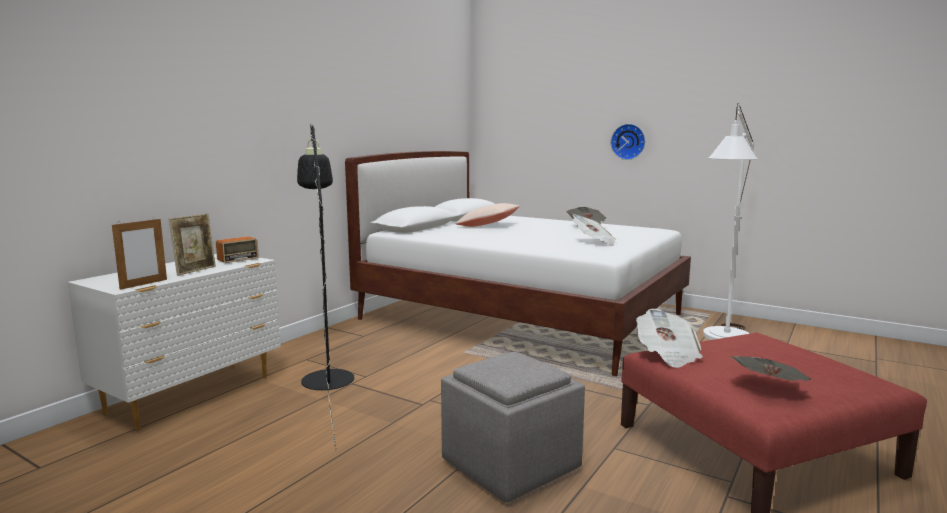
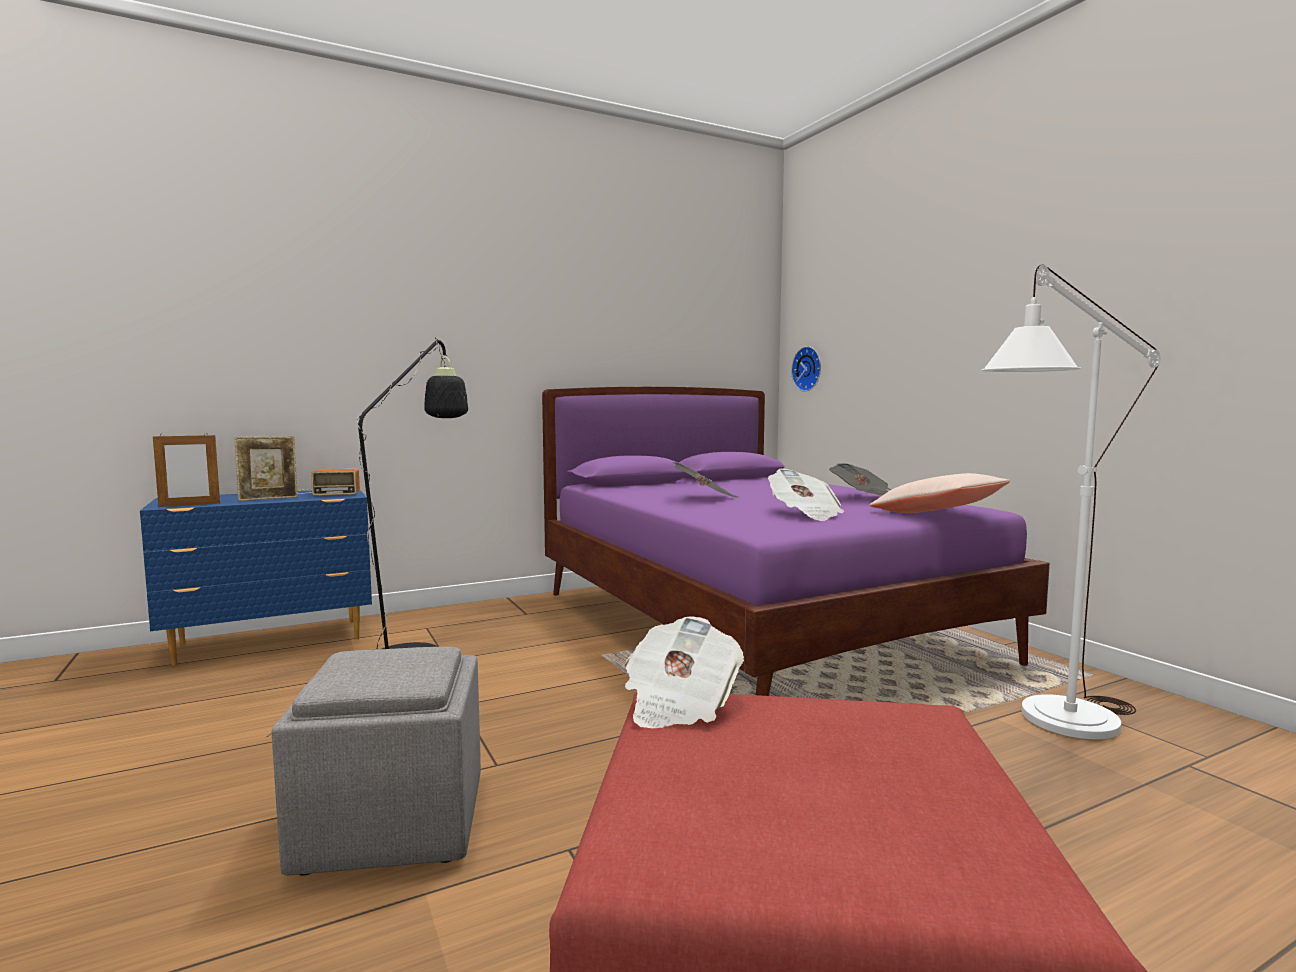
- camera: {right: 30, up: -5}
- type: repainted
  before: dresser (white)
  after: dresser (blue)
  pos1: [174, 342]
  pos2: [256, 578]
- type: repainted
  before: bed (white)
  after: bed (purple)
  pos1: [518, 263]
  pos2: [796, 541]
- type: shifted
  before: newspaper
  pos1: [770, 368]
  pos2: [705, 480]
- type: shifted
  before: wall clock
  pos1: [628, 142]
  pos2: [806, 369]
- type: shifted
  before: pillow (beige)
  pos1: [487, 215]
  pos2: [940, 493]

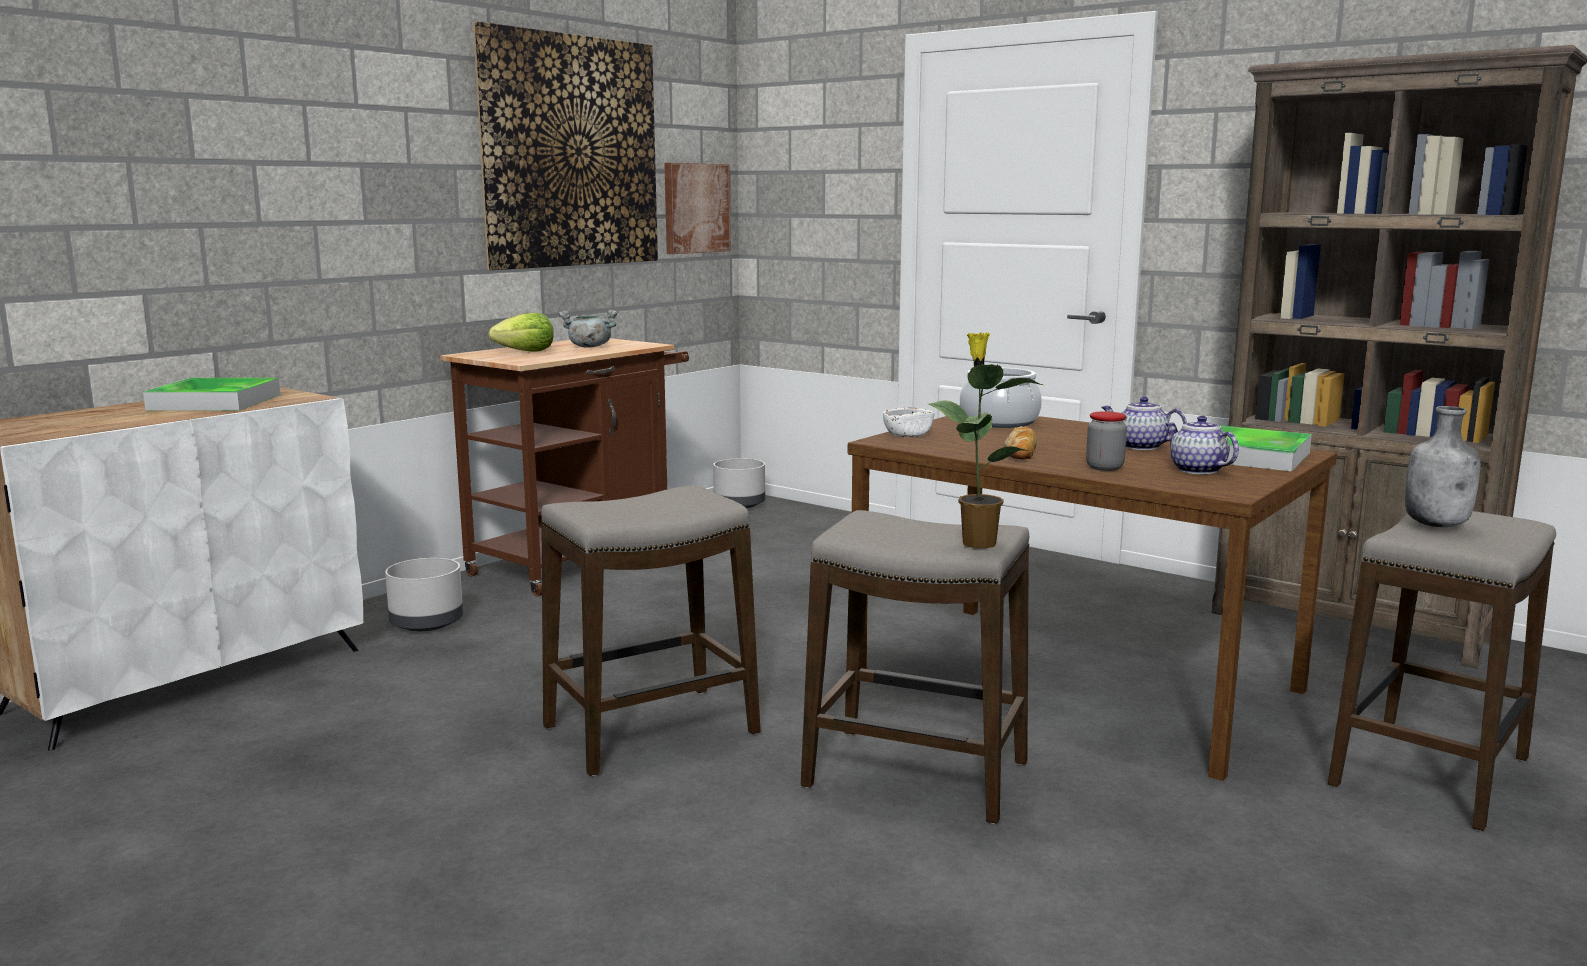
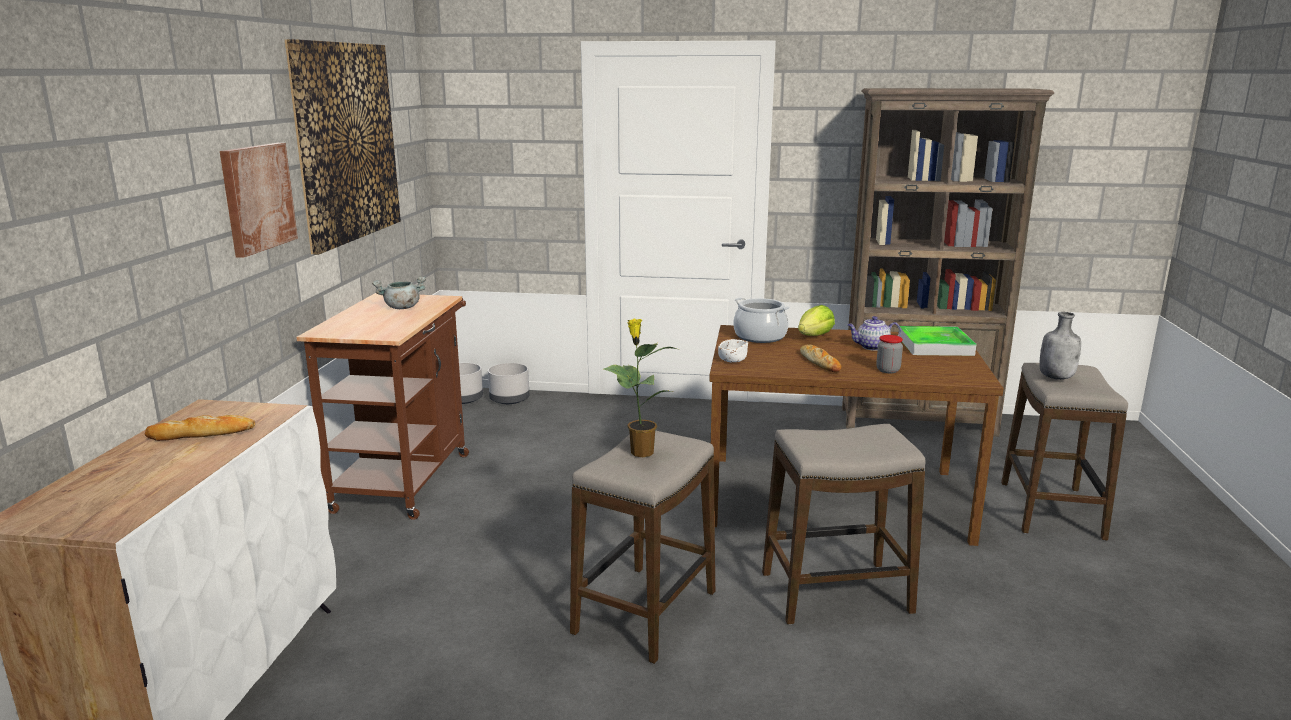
- camera: {right: -30, up: 5}
- type: swapped
  before: tray
  after: bread
  pos1: [211, 394]
  pos2: [200, 428]
- type: shifted
  before: picture
  pos1: [697, 208]
  pos2: [259, 200]
- type: shifted
  before: planter (grey)
  pos1: [424, 594]
  pos2: [508, 383]
- type: shifted
  before: potted plant
  pos1: [985, 440]
  pos2: [640, 388]
- type: shifted
  before: lettuce
  pos1: [521, 332]
  pos2: [816, 320]
- type: gone
  before: teapot
  pos1: [1202, 445]

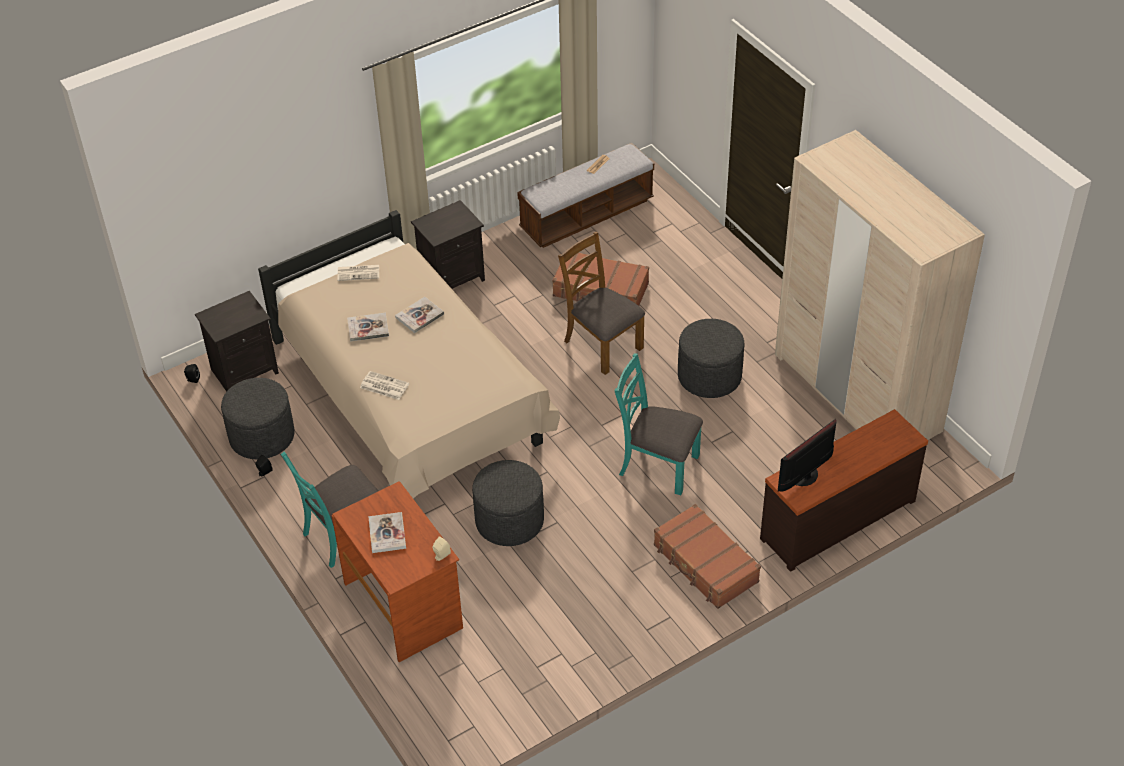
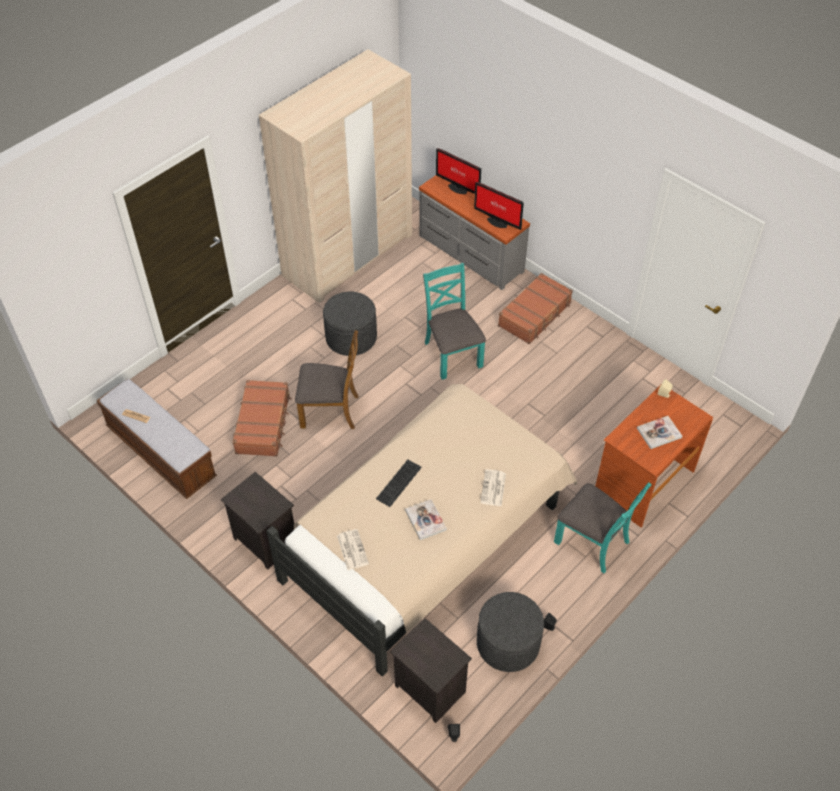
- camera: {right: -105, up: 5}
- type: rotated
  before: chair (brown)
  pos1: [601, 303]
  pos2: [326, 379]
  turn: -120
- type: swapped
  before: book
  after: keyboard
  pos1: [419, 315]
  pos2: [399, 483]
- type: repainted
  before: dresser (brown)
  after: dresser (grey)
  pos1: [844, 490]
  pos2: [474, 232]
- type: rotated
  before: chair (turquoise)
  pos1: [658, 424]
  pos2: [454, 321]
  turn: 150
- type: new
  after: monitor
  pos2: [458, 171]
- type: gone
  before: ottoman (grey)
  pos1: [508, 503]

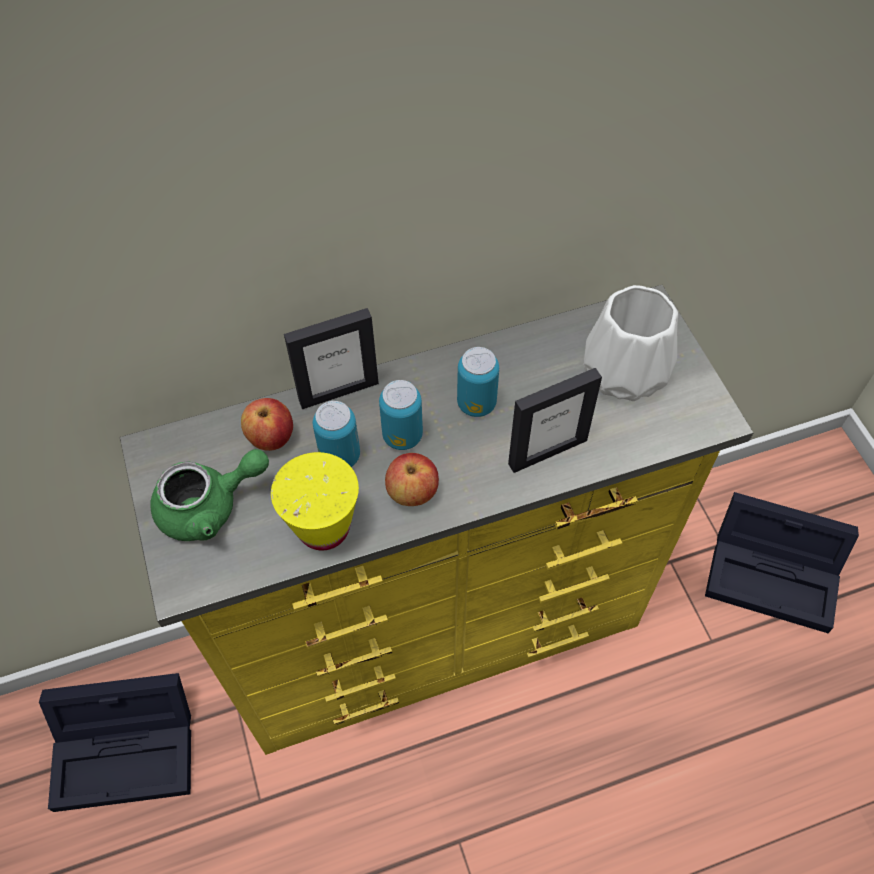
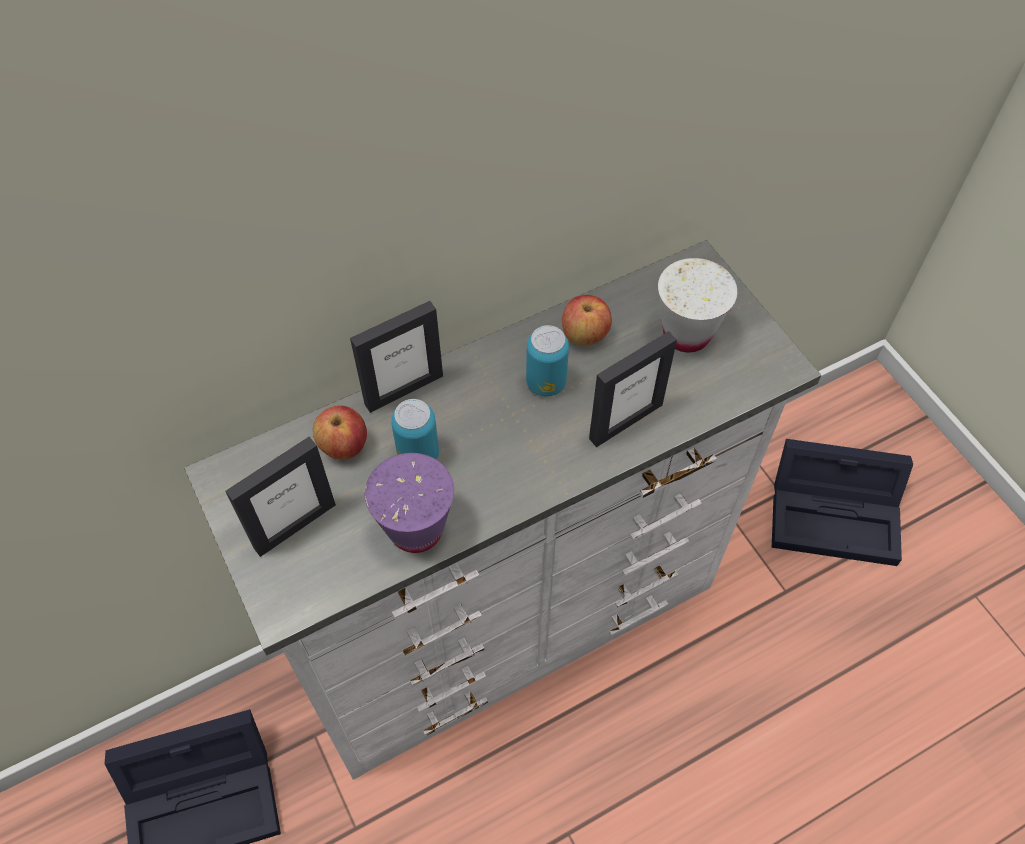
- camera: {right: -10, up: 0}
- type: repainted
  before: dresser (yellow)
  after: dresser (white)
  pos1: [436, 520]
  pos2: [502, 510]
- type: swapped
  before: teapot (green)
  after: picture frame
  pos1: [209, 495]
  pos2: [280, 497]
- type: repainted
  before: cup (yellow)
  after: cup (purple)
  pos1: [315, 501]
  pos2: [409, 503]
- type: shifted
  before: apple
  pos1: [412, 479]
  pos2: [587, 320]
- type: swapped
  before: vase (white)
  after: cup (white)
  pos1: [630, 343]
  pos2: [697, 305]
- type: gone
  before: can
  pos1: [401, 415]

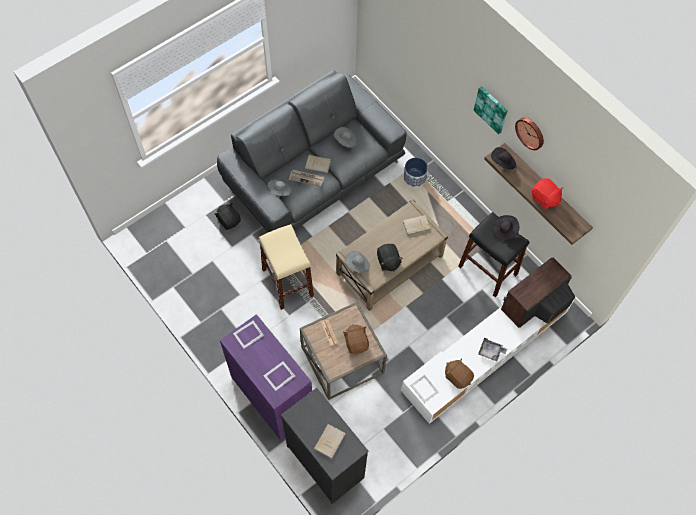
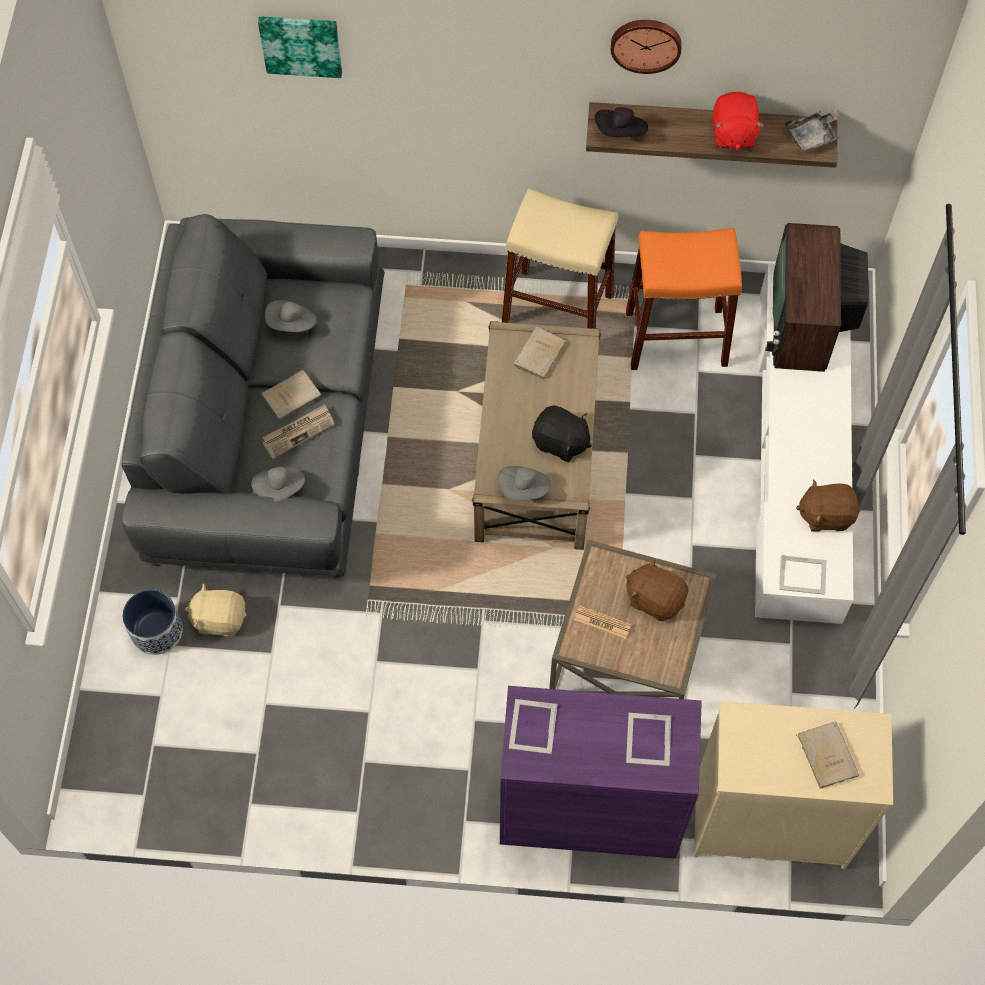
- camera: {right: -45, up: 0}
- type: shifted
  before: planter
  pos1: [416, 172]
  pos2: [152, 622]
- type: repainted
  before: plush toy (black)
  after: plush toy (beige)
  pos1: [228, 216]
  pos2: [216, 610]
- type: shifted
  before: picture
  pos1: [491, 110]
  pos2: [300, 47]
- type: shifted
  before: stool (beige)
  pos1: [286, 267]
  pos2: [560, 258]
- type: repainted
  before: stool (black)
  after: stool (orange)
  pos1: [493, 254]
  pos2: [684, 299]
- type: repainted
  before: dresser (black)
  after: dresser (beige)
  pos1: [325, 446]
  pos2: [793, 785]
- type: rotated
  before: plush toy (red)
  pos1: [547, 193]
  pos2: [738, 121]
  turn: 90
- type: shifted
  before: tray (grey)
  pos1: [492, 349]
  pos2: [812, 131]
- type: gone
  before: hat (black)
  pos1: [505, 228]

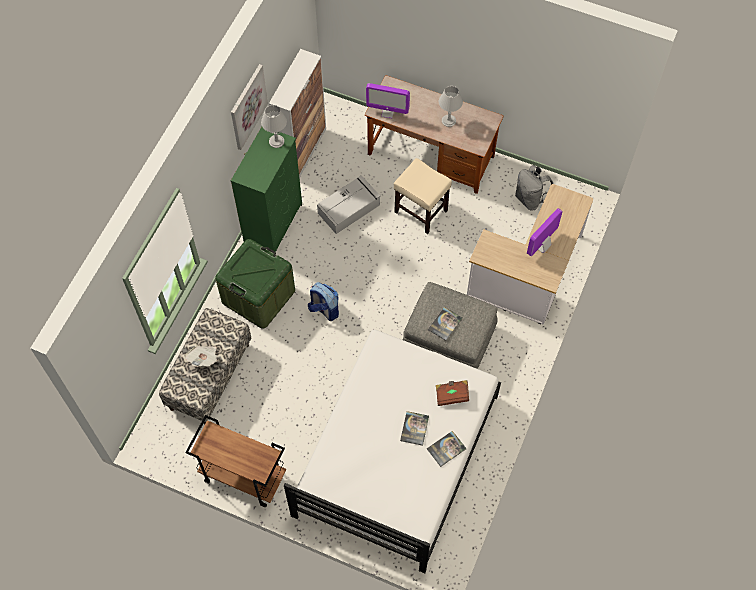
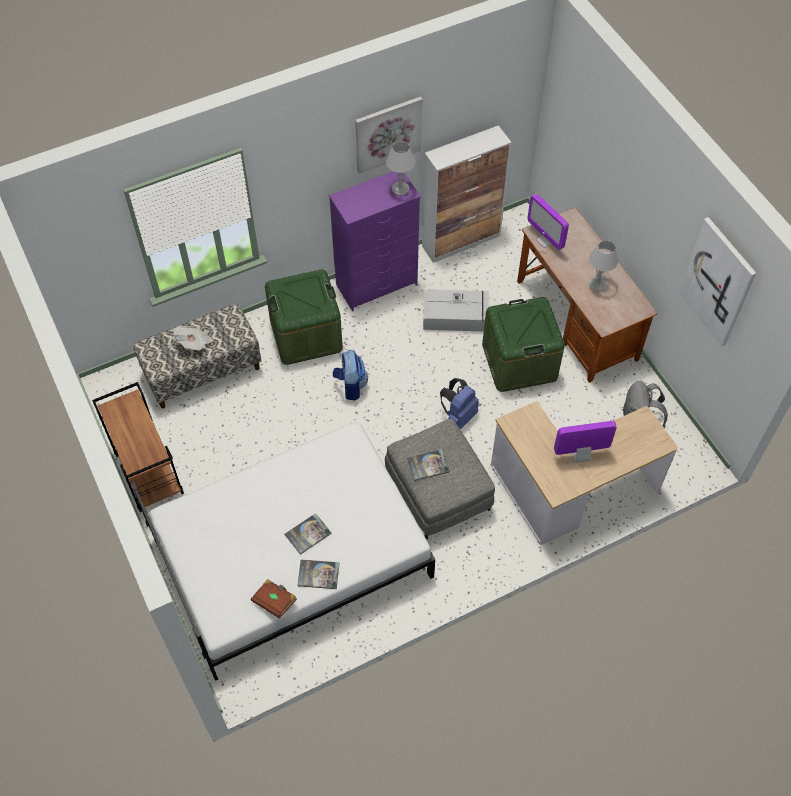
- camera: {right: 40, up: -5}
- type: shifted
  before: book (brown)
  pos1: [452, 393]
  pos2: [274, 598]
- type: repainted
  before: dresser (green)
  after: dresser (purple)
  pos1: [266, 190]
  pos2: [375, 241]
- type: new
  after: backpack (blue)
  pos2: [459, 403]
- type: swapped
  before: stool (beige)
  after: storage box (green)
  pos1: [423, 196]
  pos2: [523, 344]
- type: new
  after: picture
  pos2: [717, 282]

